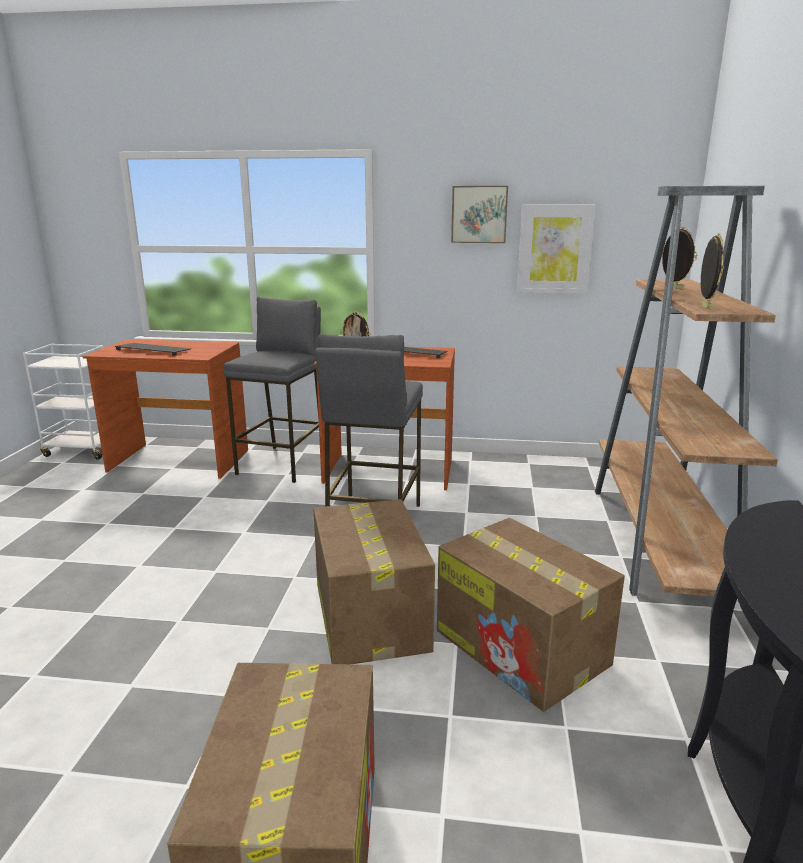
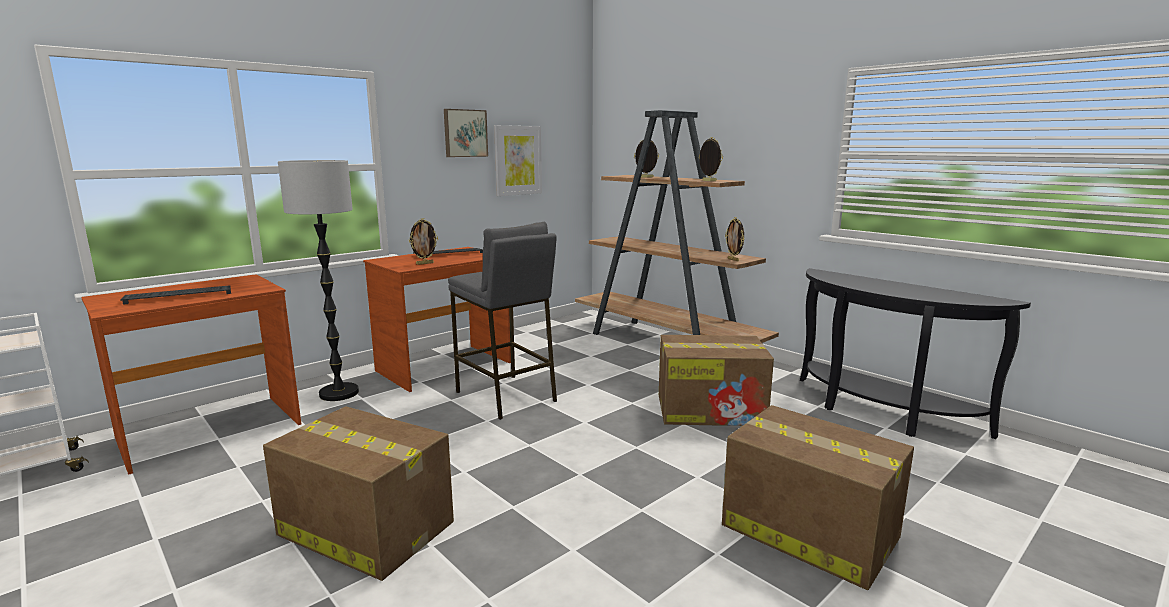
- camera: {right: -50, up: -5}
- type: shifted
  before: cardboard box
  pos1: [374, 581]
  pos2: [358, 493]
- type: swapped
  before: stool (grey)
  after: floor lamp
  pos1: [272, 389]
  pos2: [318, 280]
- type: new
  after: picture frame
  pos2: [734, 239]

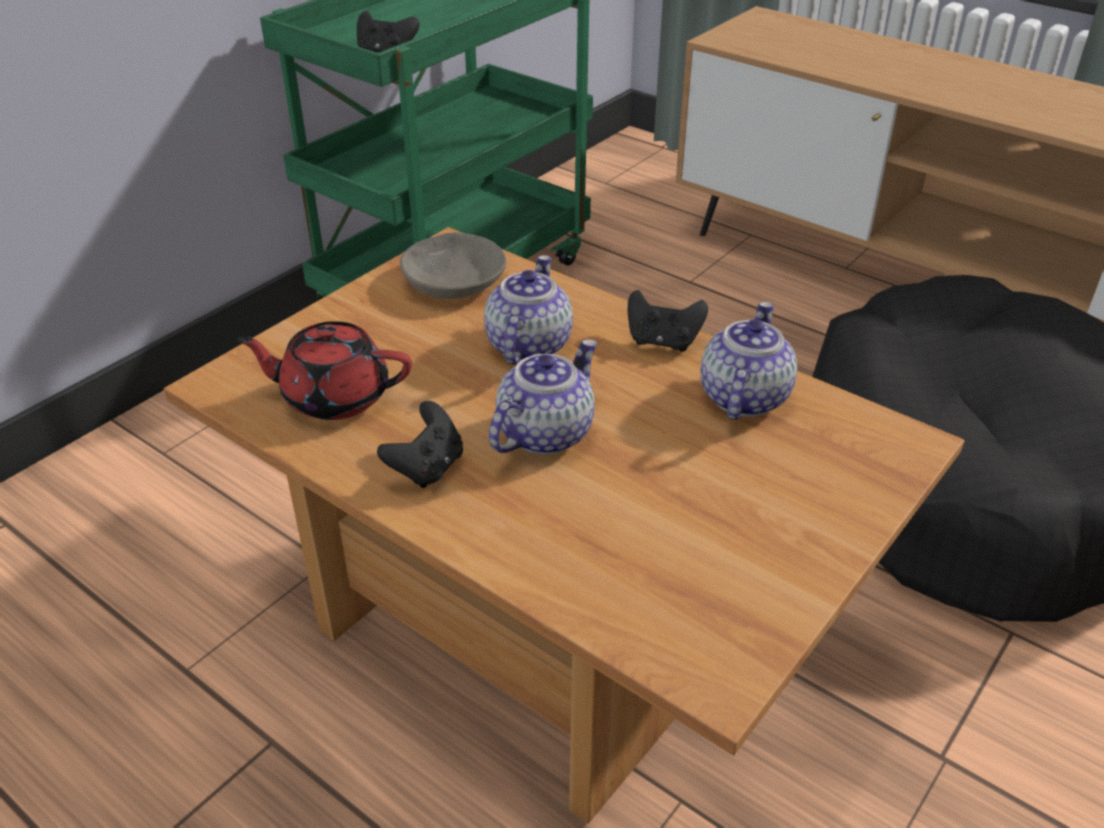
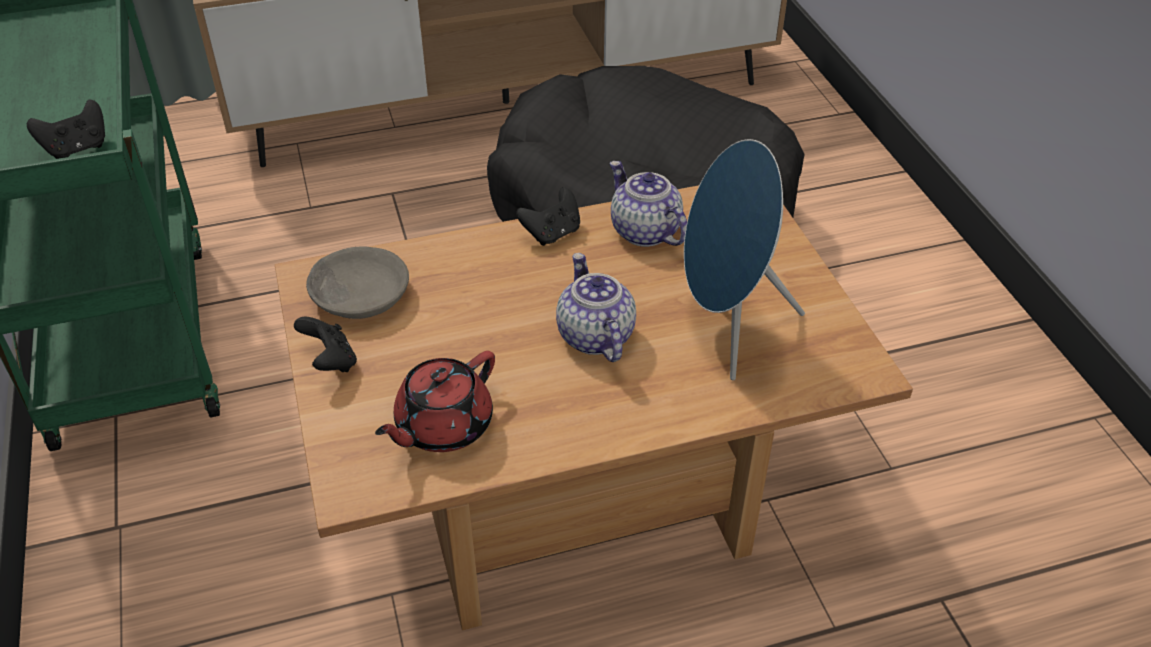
- camera: {right: -55, up: 5}
- type: shifted
  before: game controller (black)
  pos1: [420, 444]
  pos2: [325, 344]
- type: new
  after: speaker (blue)
  pos2: [744, 259]
- type: gone
  before: teapot
  pos1: [528, 309]

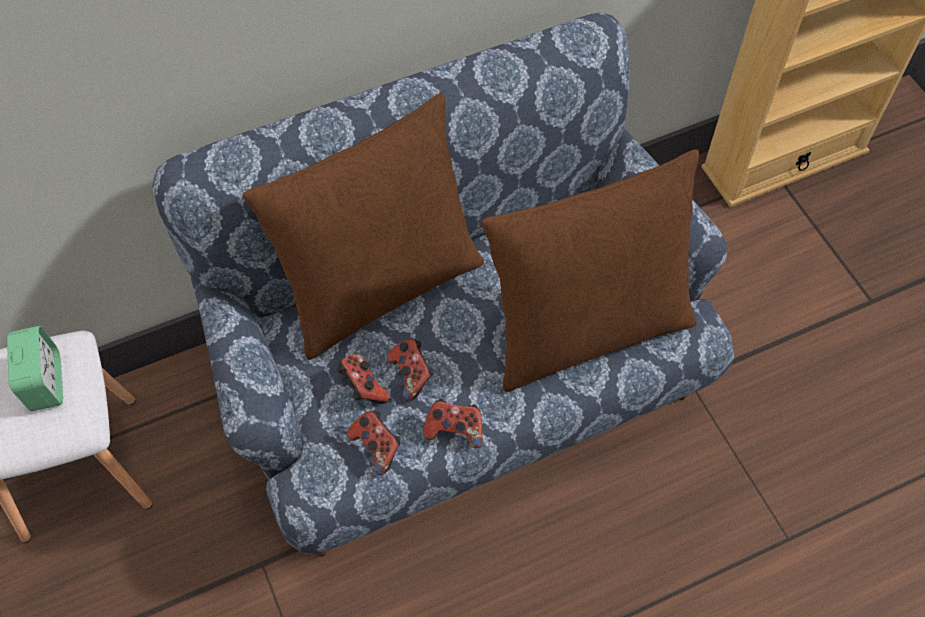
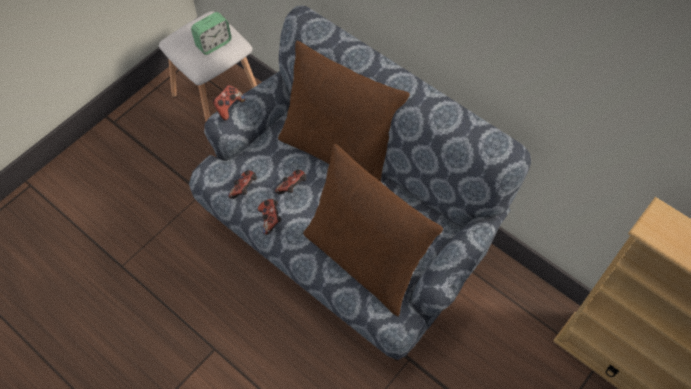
- camera: {right: 65, up: 0}
- type: shifted
  before: game controller
  pos1: [363, 379]
  pos2: [228, 103]

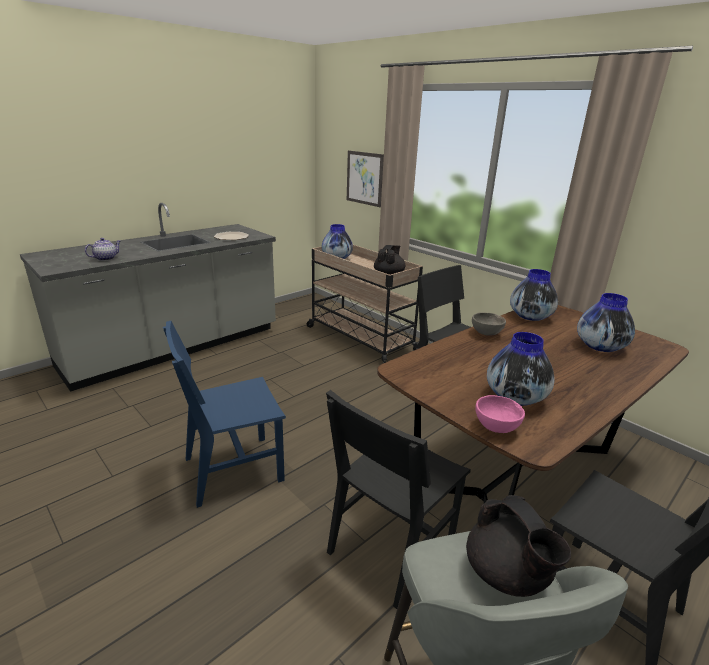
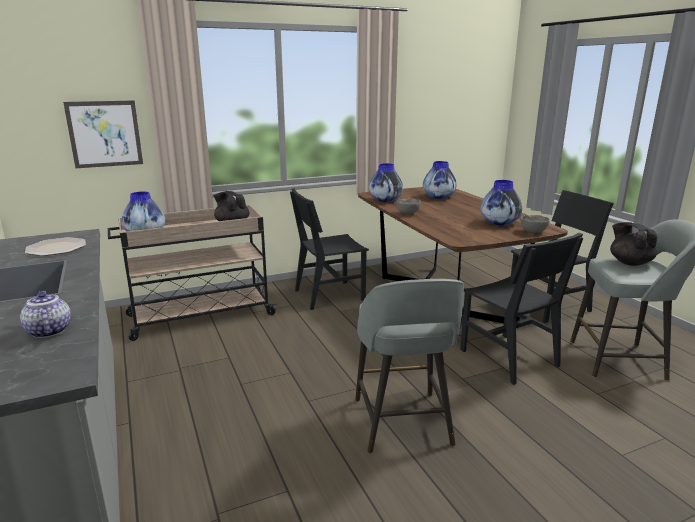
- camera: {right: -70, up: -5}
- type: swapped
  before: chair (blue)
  after: stool (grey)
  pos1: [224, 414]
  pos2: [409, 366]
- type: repainted
  before: bowl (pink)
  after: bowl (grey)
  pos1: [500, 414]
  pos2: [535, 224]
- type: rotated
  before: teapot (black)
  pos1: [518, 546]
  pos2: [633, 244]
  turn: -105

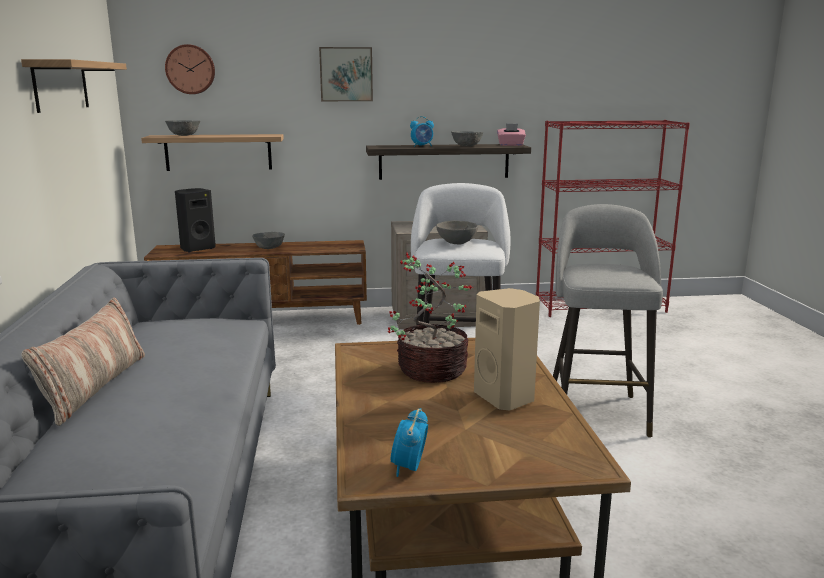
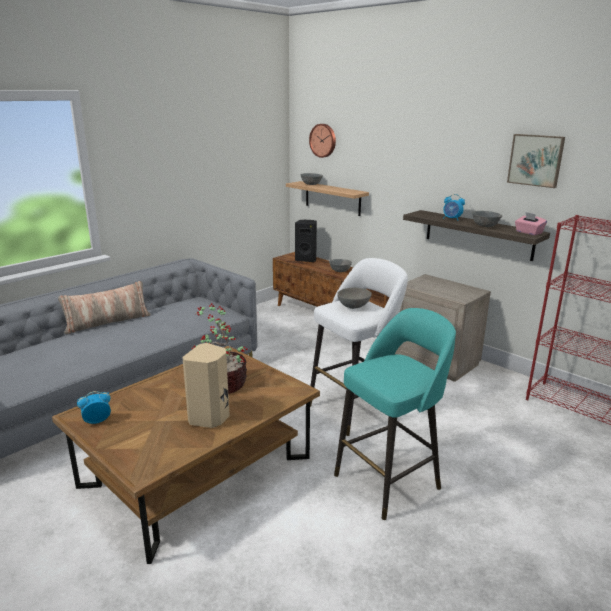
- camera: {right: 50, up: 5}
- type: repainted
  before: stool (grey)
  after: stool (turquoise)
  pos1: [608, 321]
  pos2: [395, 414]
- type: shifted
  before: picture
  pos1: [346, 74]
  pos2: [536, 161]
- type: gone
  before: shelf
  pos1: [74, 86]

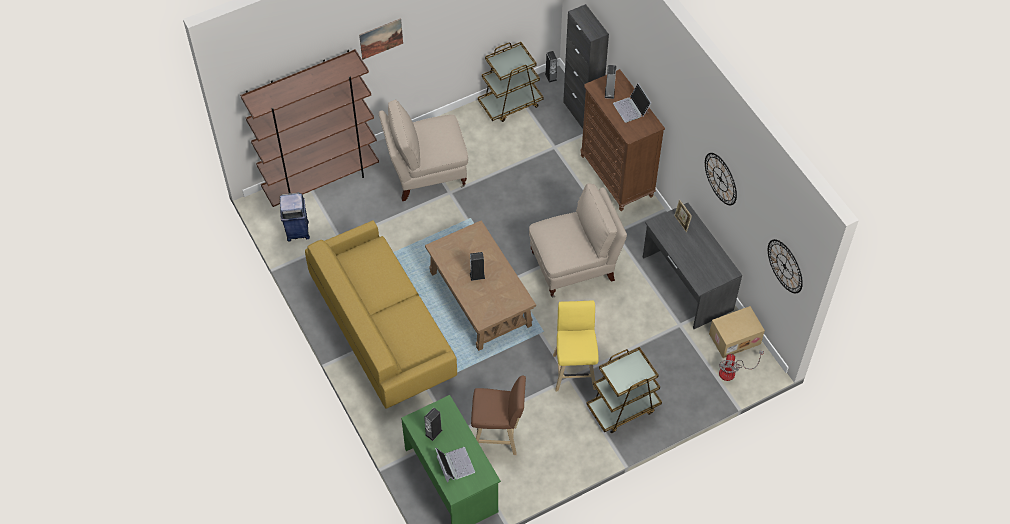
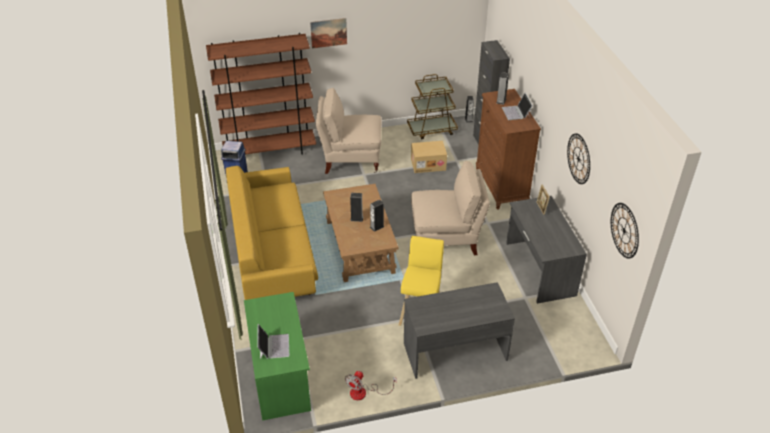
- camera: {right: 15, up: -15}
- type: shifted
  before: fan
  pos1: [741, 366]
  pos2: [371, 385]
- type: shifted
  before: speaker
  pos1: [433, 424]
  pos2: [377, 216]
- type: swapped
  before: cart (brown)
  after: desk (grey)
  pos1: [624, 390]
  pos2: [459, 330]
- type: shifted
  before: cardboard box
  pos1: [737, 332]
  pos2: [429, 157]
- type: gone
  before: stool (brown)
  pos1: [498, 415]

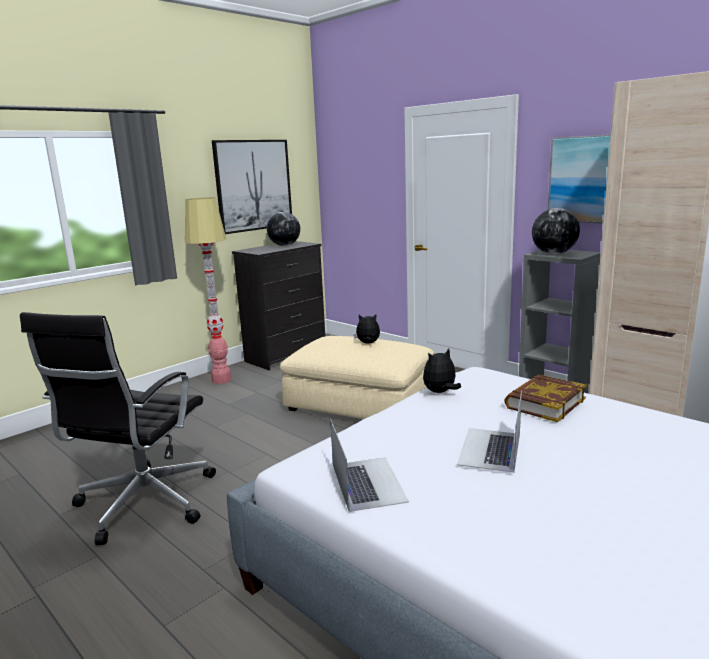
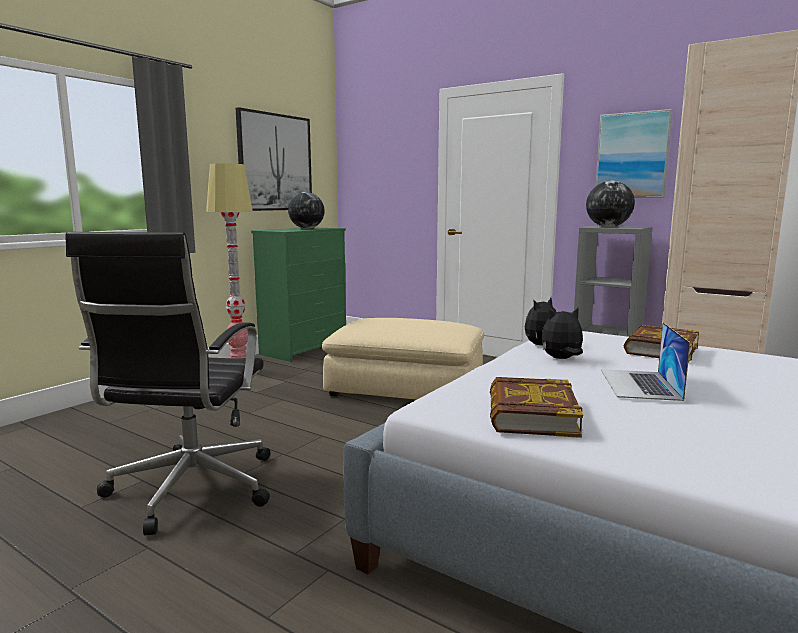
- camera: {right: -10, up: -5}
- type: repainted
  before: dresser (black)
  after: dresser (green)
  pos1: [278, 305]
  pos2: [298, 294]
- type: swapped
  before: laptop
  after: book
  pos1: [369, 465]
  pos2: [536, 407]
- type: shifted
  before: plush toy
  pos1: [367, 329]
  pos2: [562, 333]

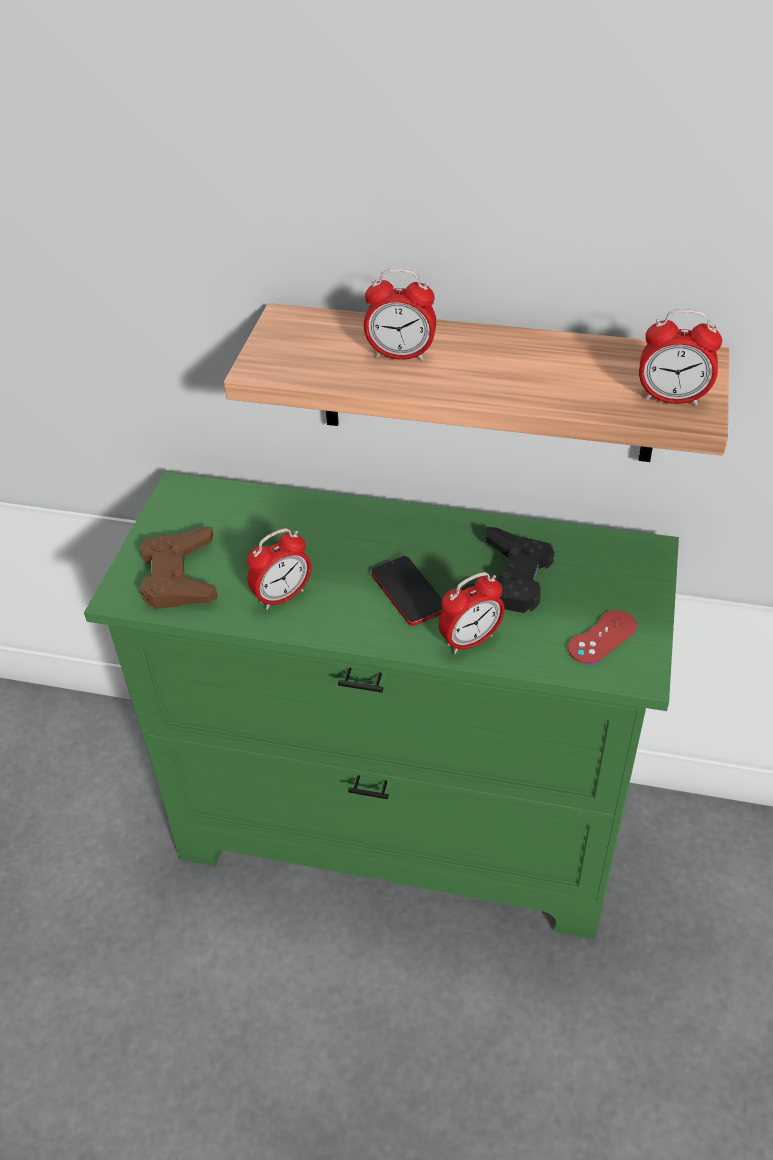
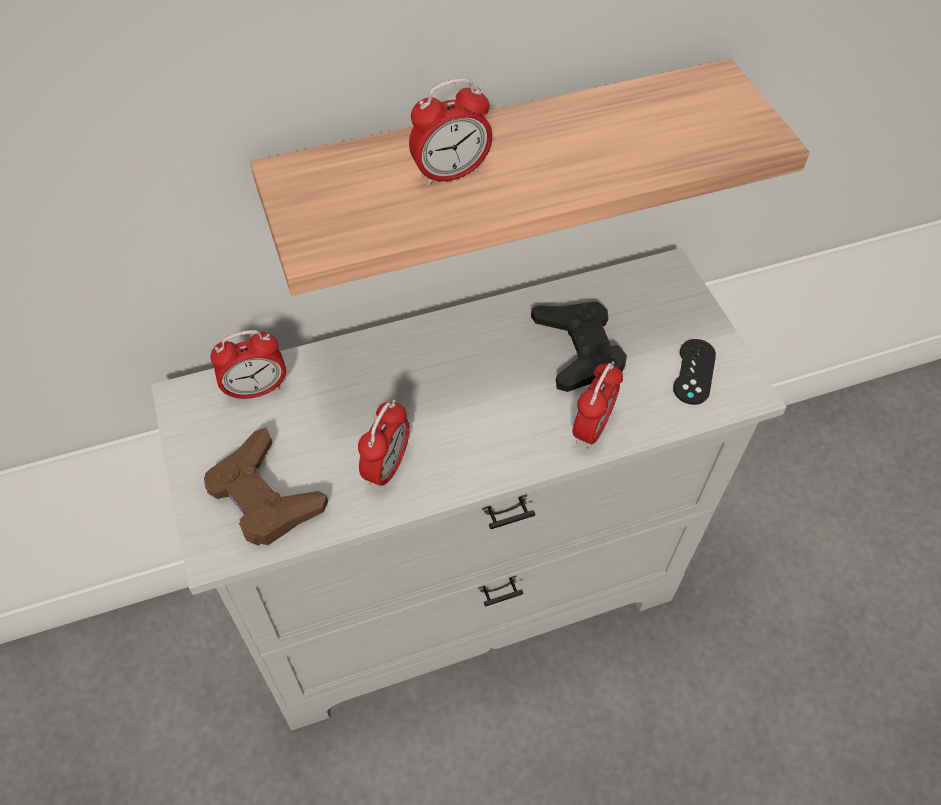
- camera: {right: -35, up: 10}
- type: repainted
  before: dresser (green)
  after: dresser (white)
  pos1: [381, 705]
  pos2: [469, 489]
- type: shifted
  before: alarm clock
  pos1: [680, 357]
  pos2: [248, 365]
- type: repainted
  before: game controller (red)
  after: game controller (black)
  pos1: [602, 637]
  pos2: [694, 372]
- type: gone
  before: phone
  pos1: [407, 591]

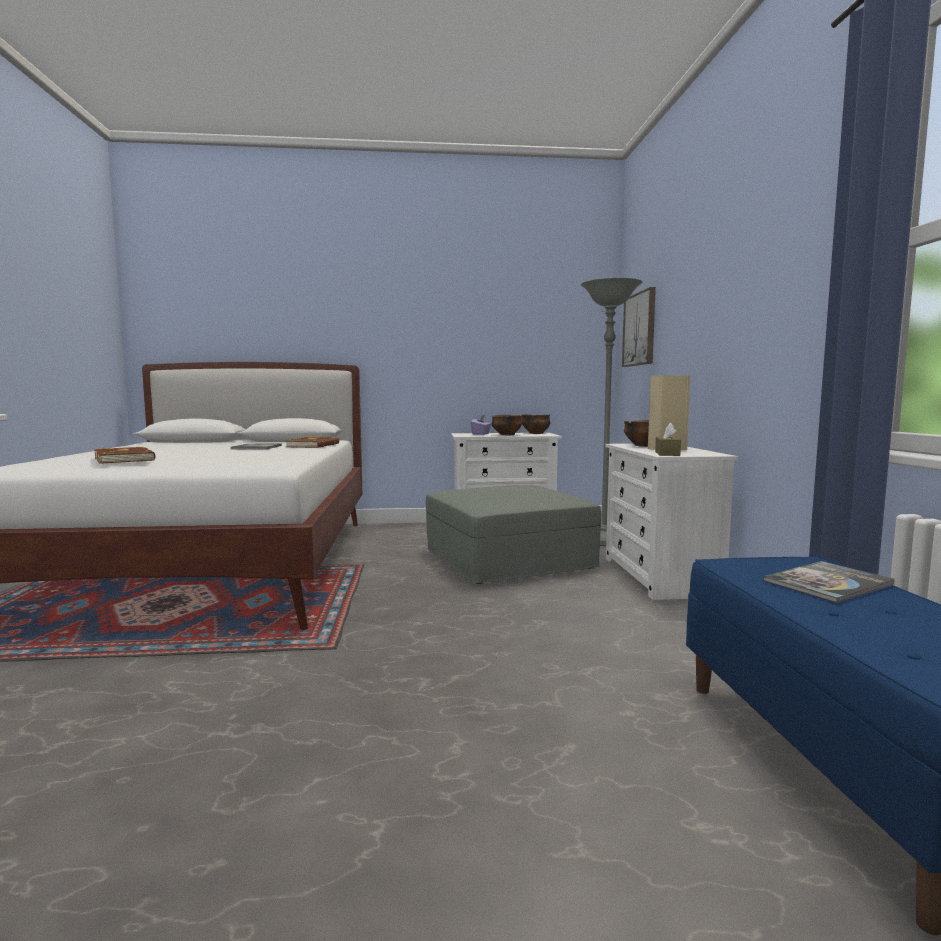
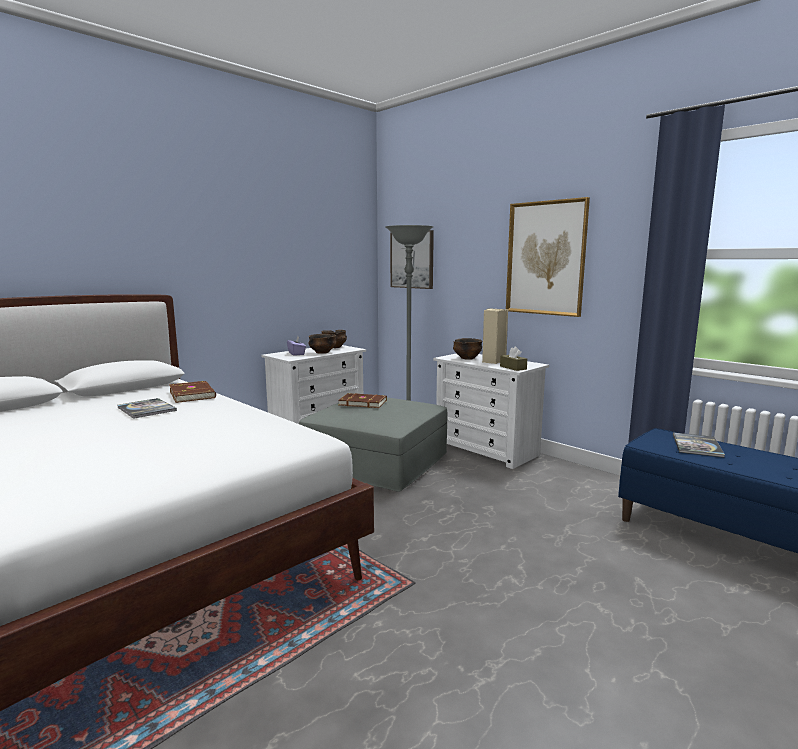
- camera: {right: -40, up: 5}
- type: shifted
  before: book (brown)
  pos1: [124, 455]
  pos2: [362, 400]
- type: new
  after: picture
  pos2: [548, 257]

